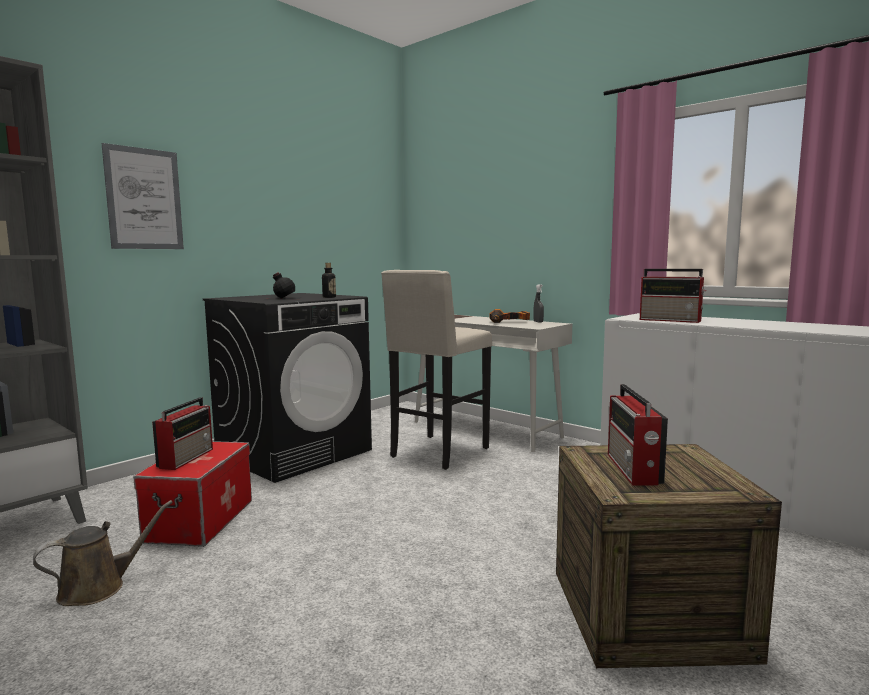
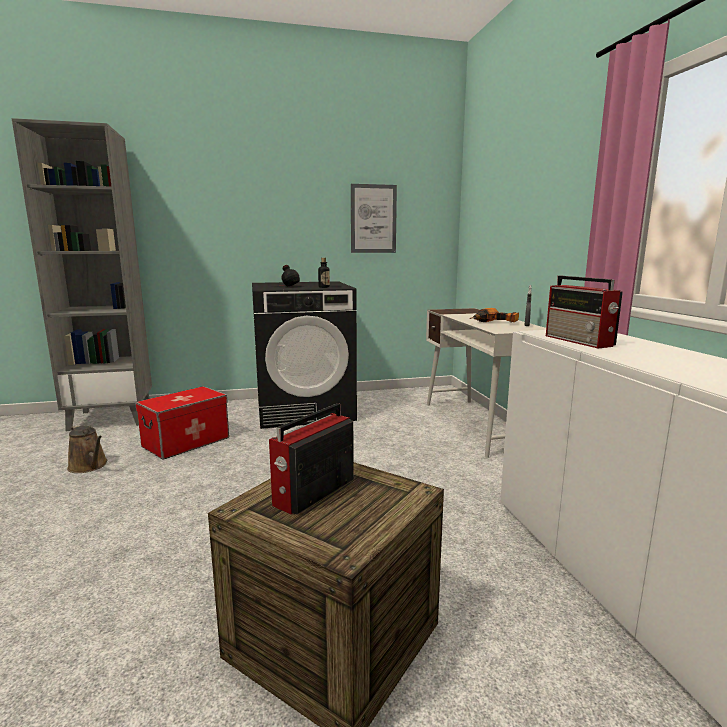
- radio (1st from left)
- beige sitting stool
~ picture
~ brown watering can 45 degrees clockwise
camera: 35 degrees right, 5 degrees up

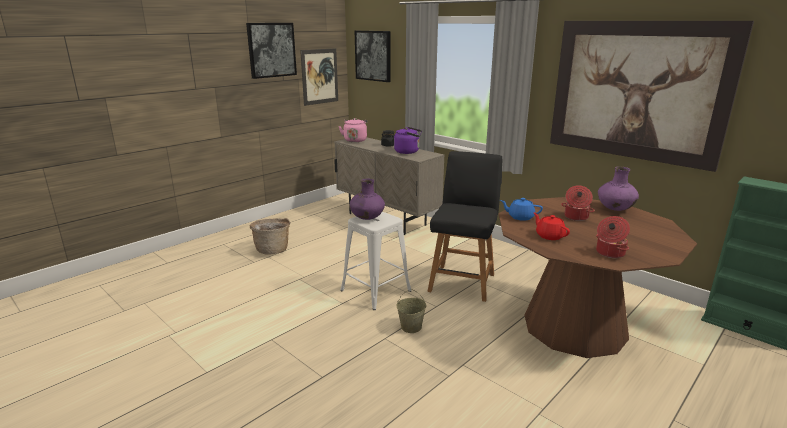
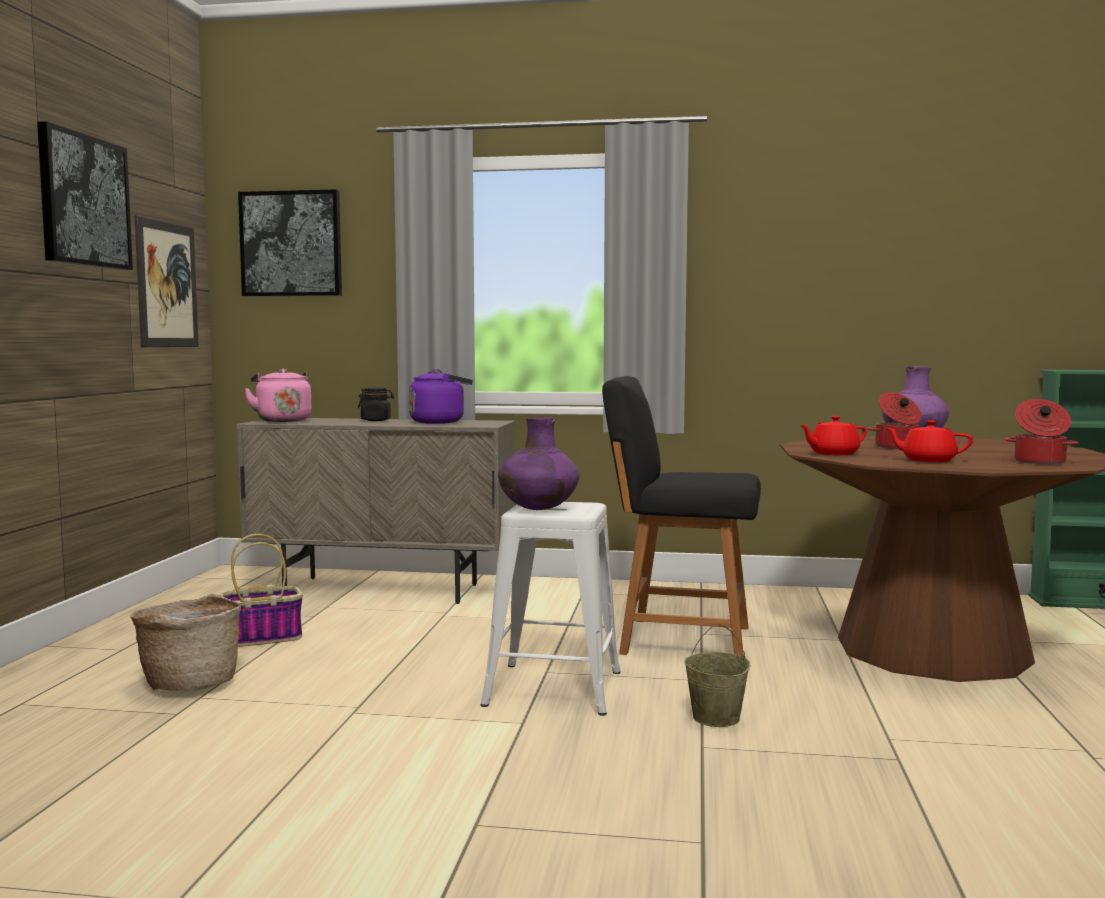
- picture (4th from left)
+ basket (2nd from left)
~ blue teapot to red teapot (1st from left)
~ black chair 60 degrees counterclockwise
camera: 35 degrees left, 15 degrees down

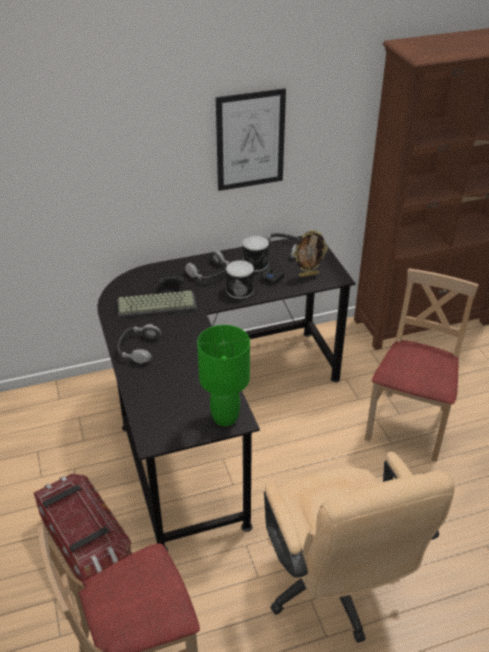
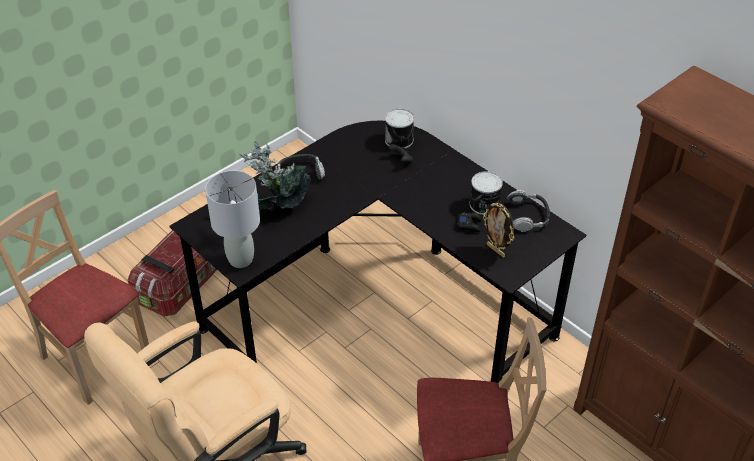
- PC keyboard
- headset (2nd from left)
- picture
+ potted plant
~ metal can (1st from left)
~ green-coloured table lamp to grey table lamp
camera: 65 degrees right, 5 degrees up

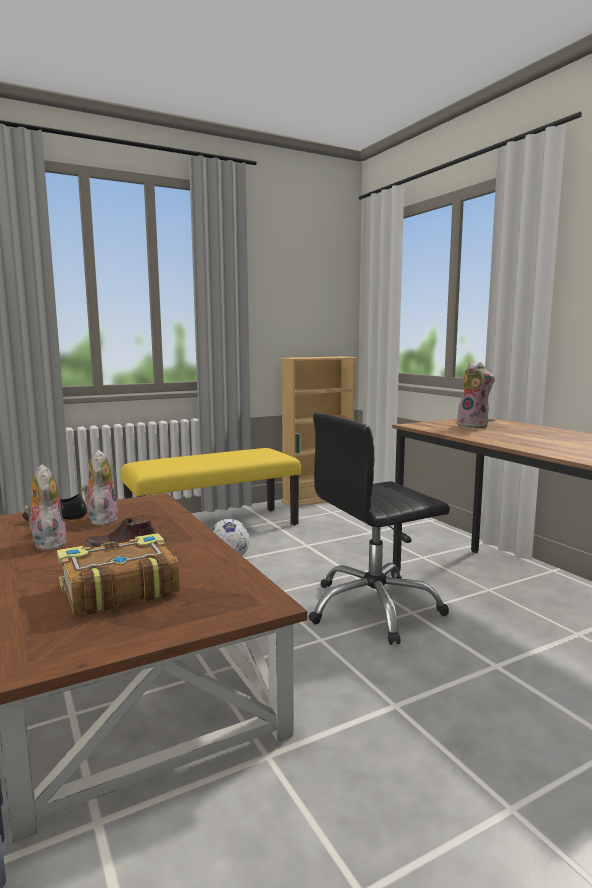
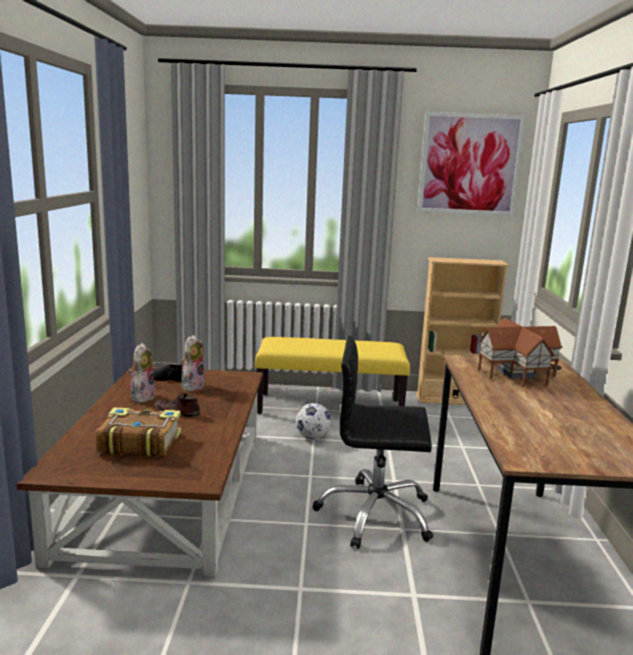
+ picture
~ cuddly toy (3rd from left) to toy house
camera: 30 degrees right, 5 degrees up

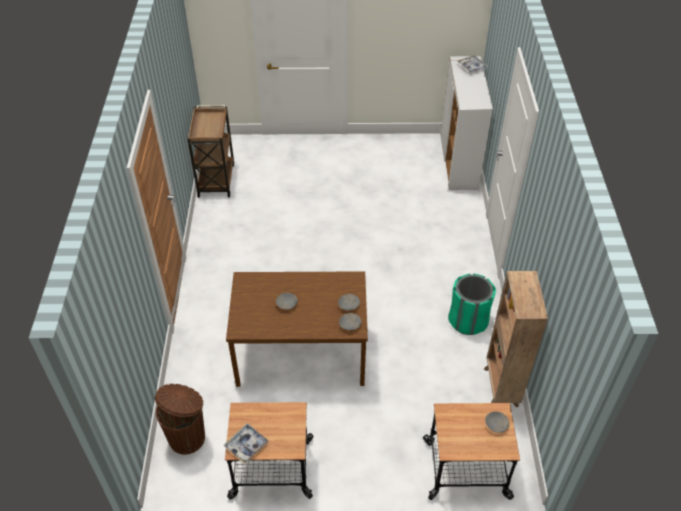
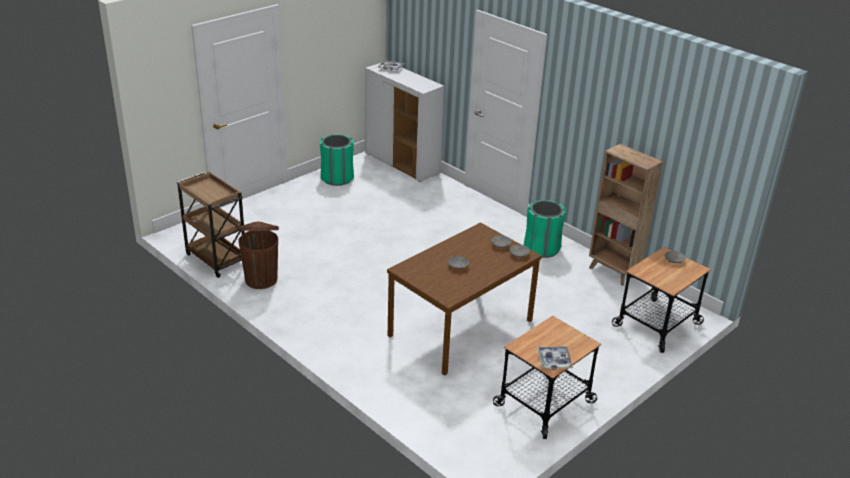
+ green-coloured trash can (1st from left)
~ brown trash can
camera: 45 degrees left, 15 degrees down

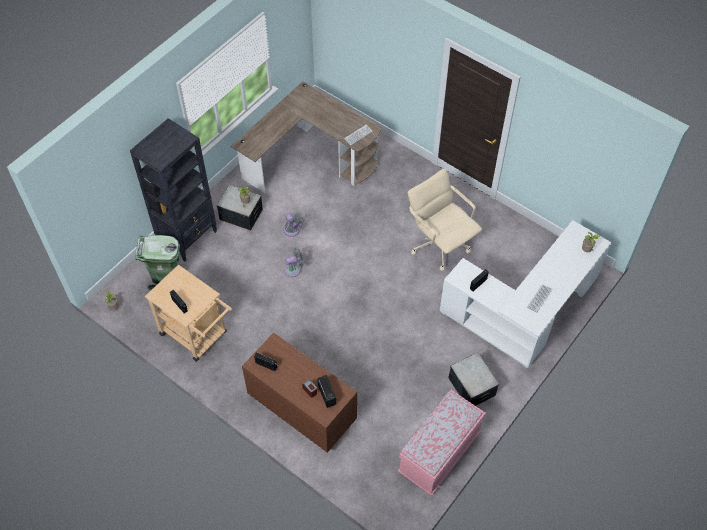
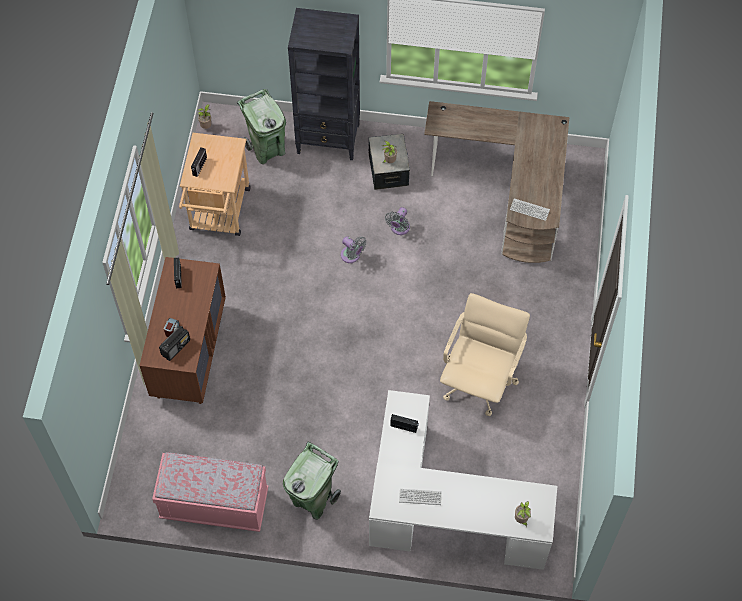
~ storage box (2nd from left) to green-coloured trash can (2nd from left)
camera: 60 degrees right, 5 degrees up

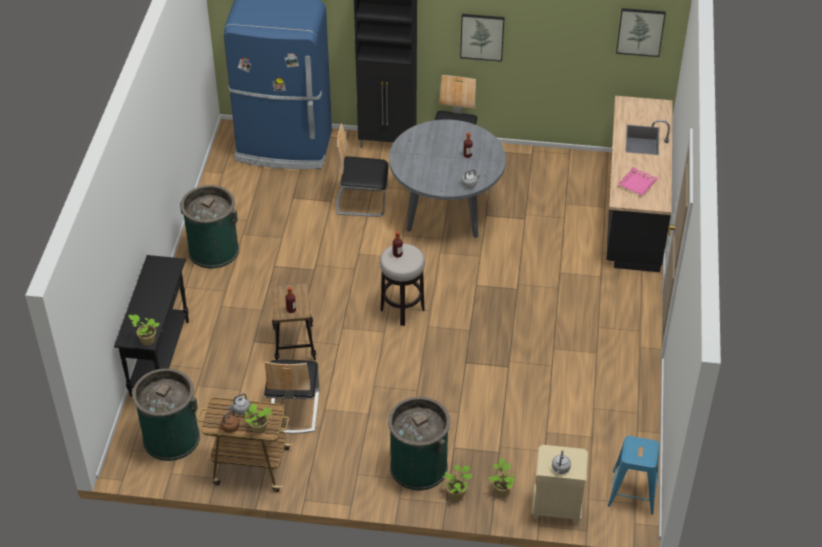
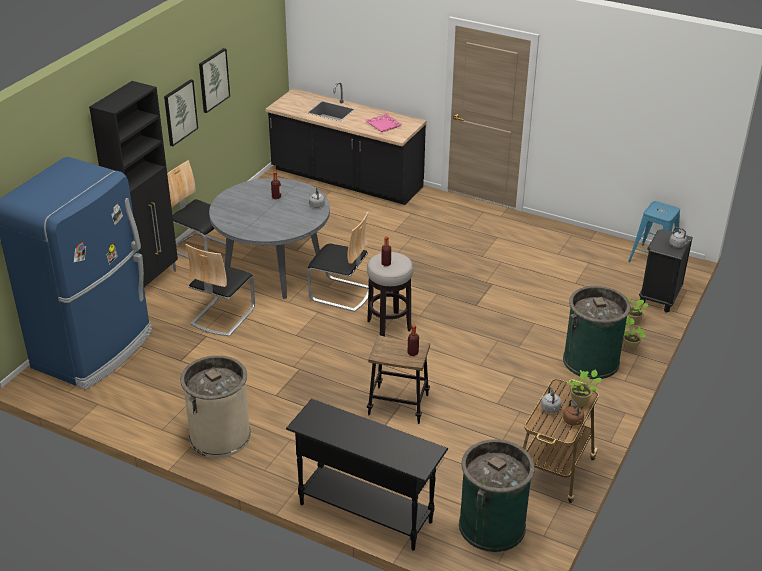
- potted plant (1st from left)
~ chair (1st from left in the first image) to chair (3rd from left)
~ picture (2nd from left)
~ green-coloured trash can (2nd from left) to beige trash can
~ beige nightstand to black nightstand
camera: 70 degrees left, 10 degrees down

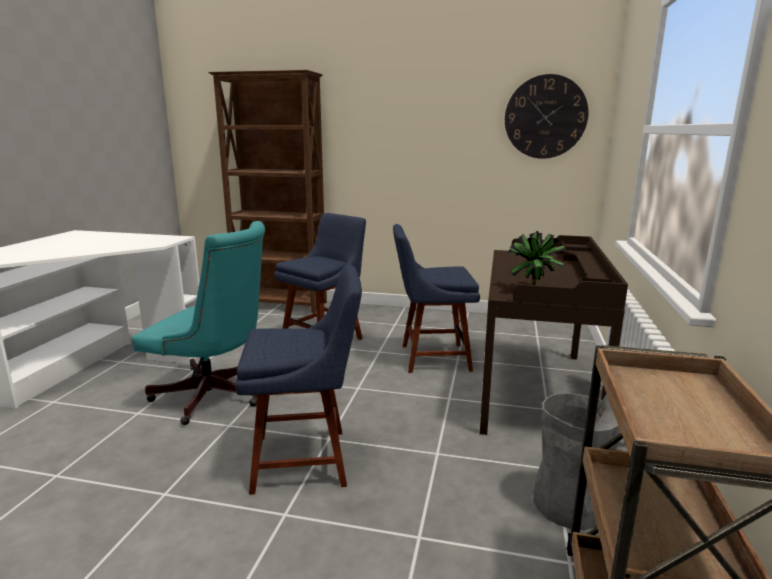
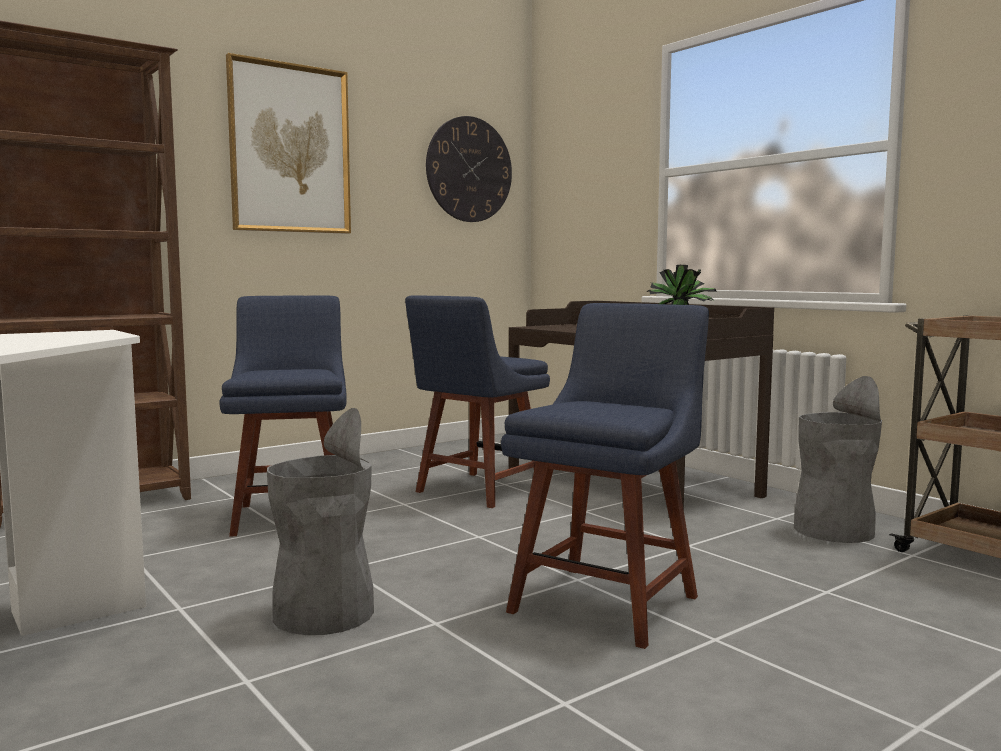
+ picture
~ turquoise-coloured office chair to grey trash can (1st from left)
camera: 50 degrees left, 10 degrees down

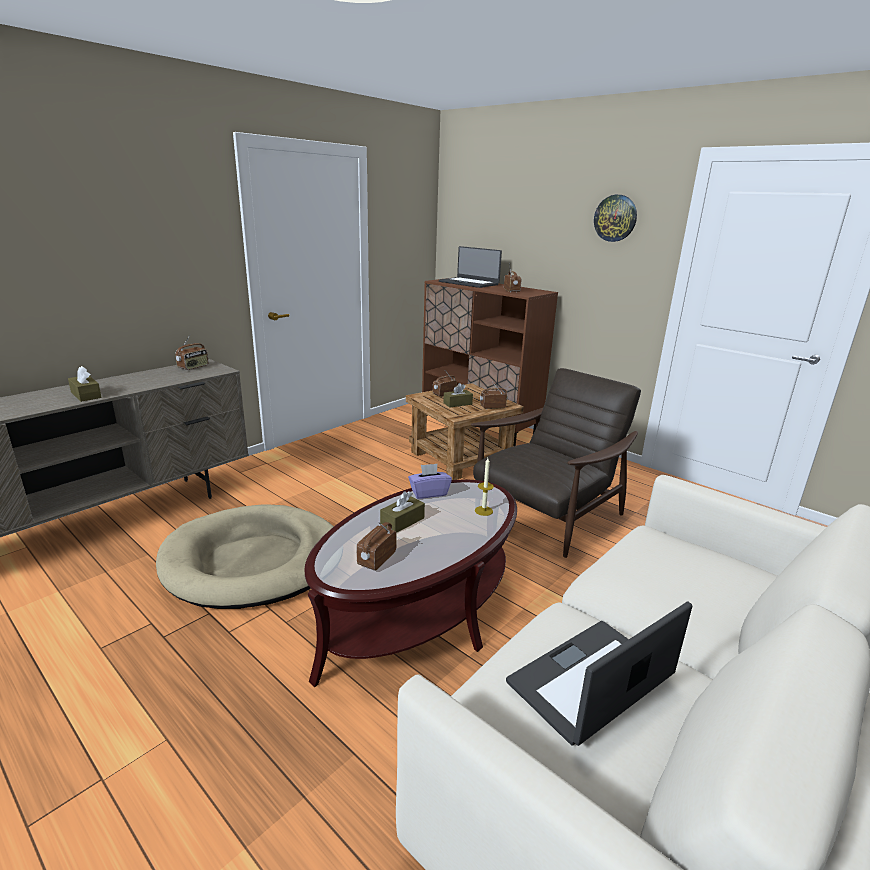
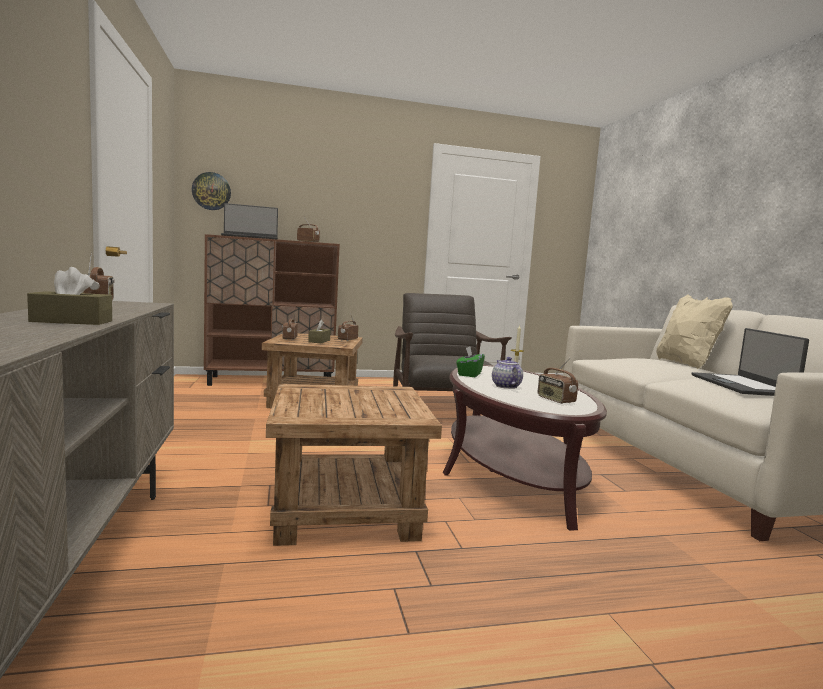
+ beige throw pillow
~ hanging clock
~ beige dog bed to brown side table (2nd from left)
~ brown tissue box (2nd from left) to teapot
~ purple tissue box to green-coloured tissue box
camera: 55 degrees left, 15 degrees down

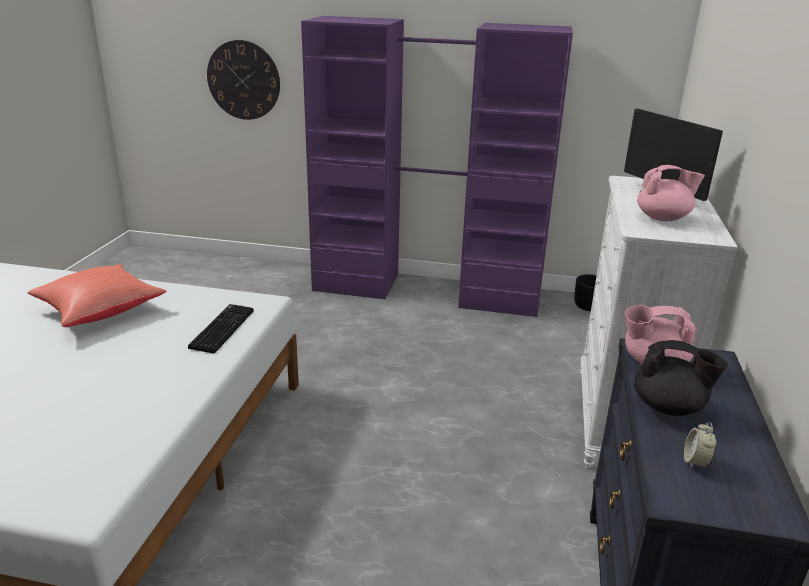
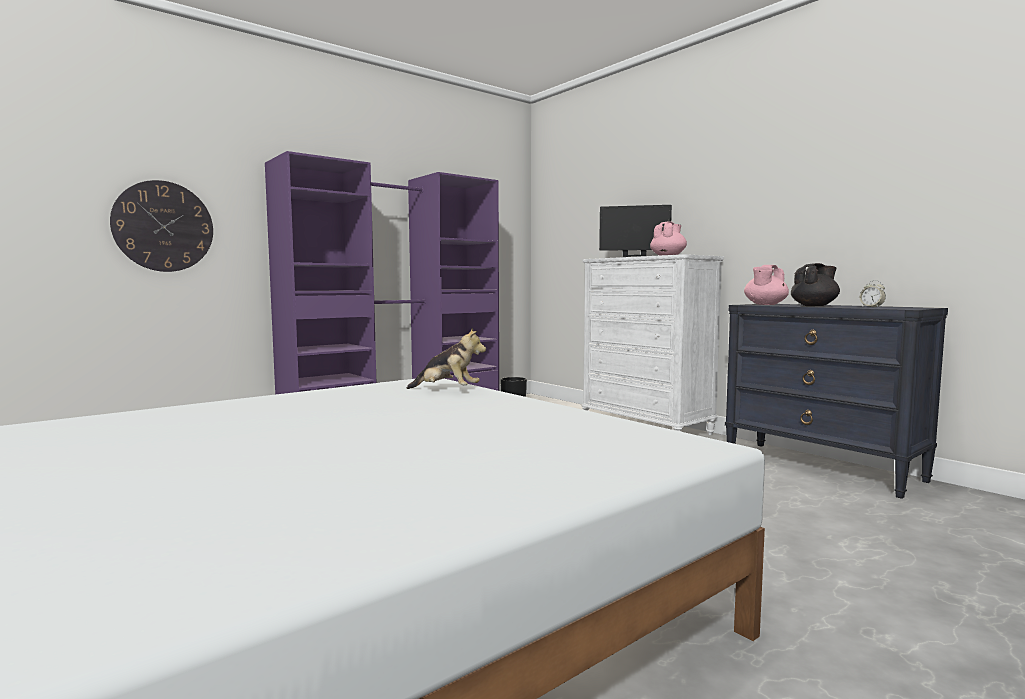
- red throw pillow
~ PC keyboard to cuddly toy
camera: 50 degrees left, 20 degrees down

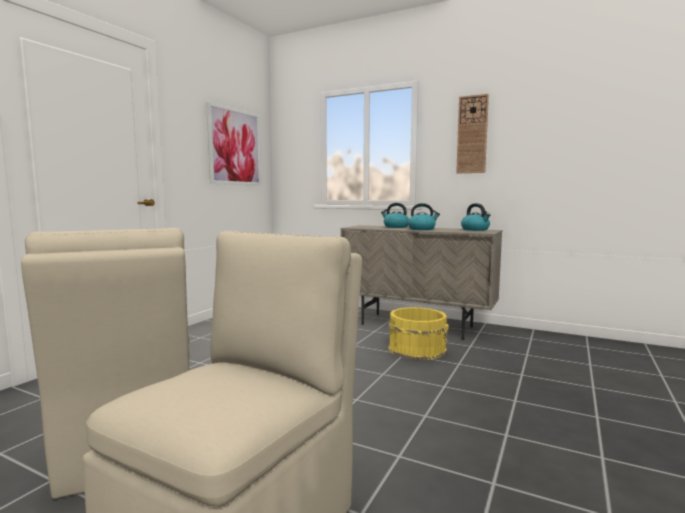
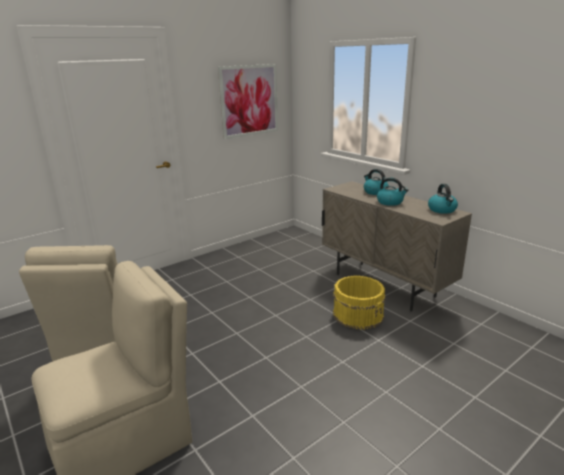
- hanging clock
camera: 25 degrees right, 15 degrees up

